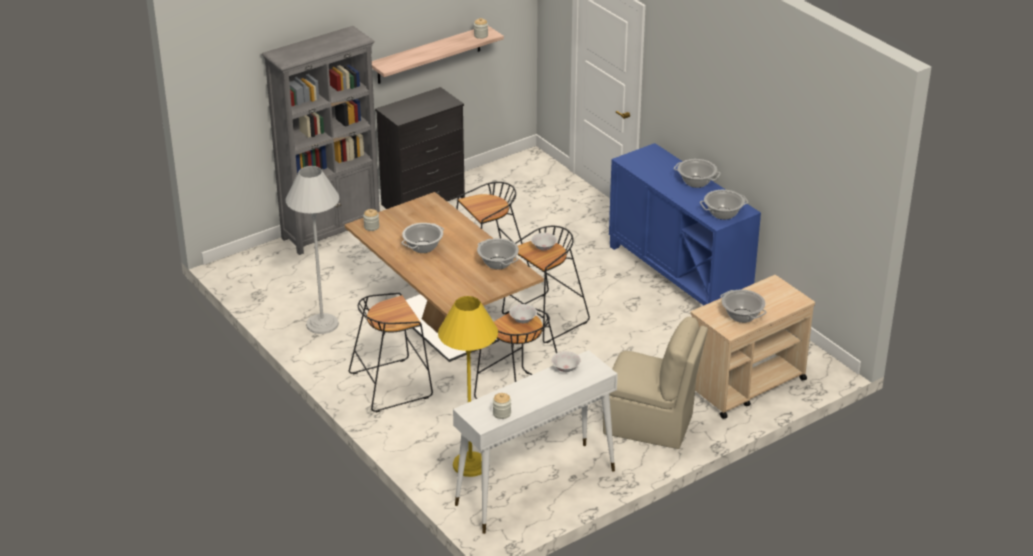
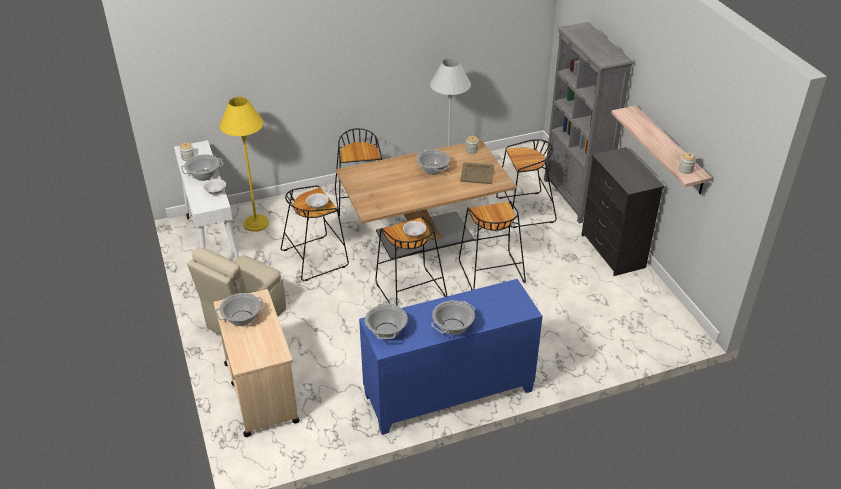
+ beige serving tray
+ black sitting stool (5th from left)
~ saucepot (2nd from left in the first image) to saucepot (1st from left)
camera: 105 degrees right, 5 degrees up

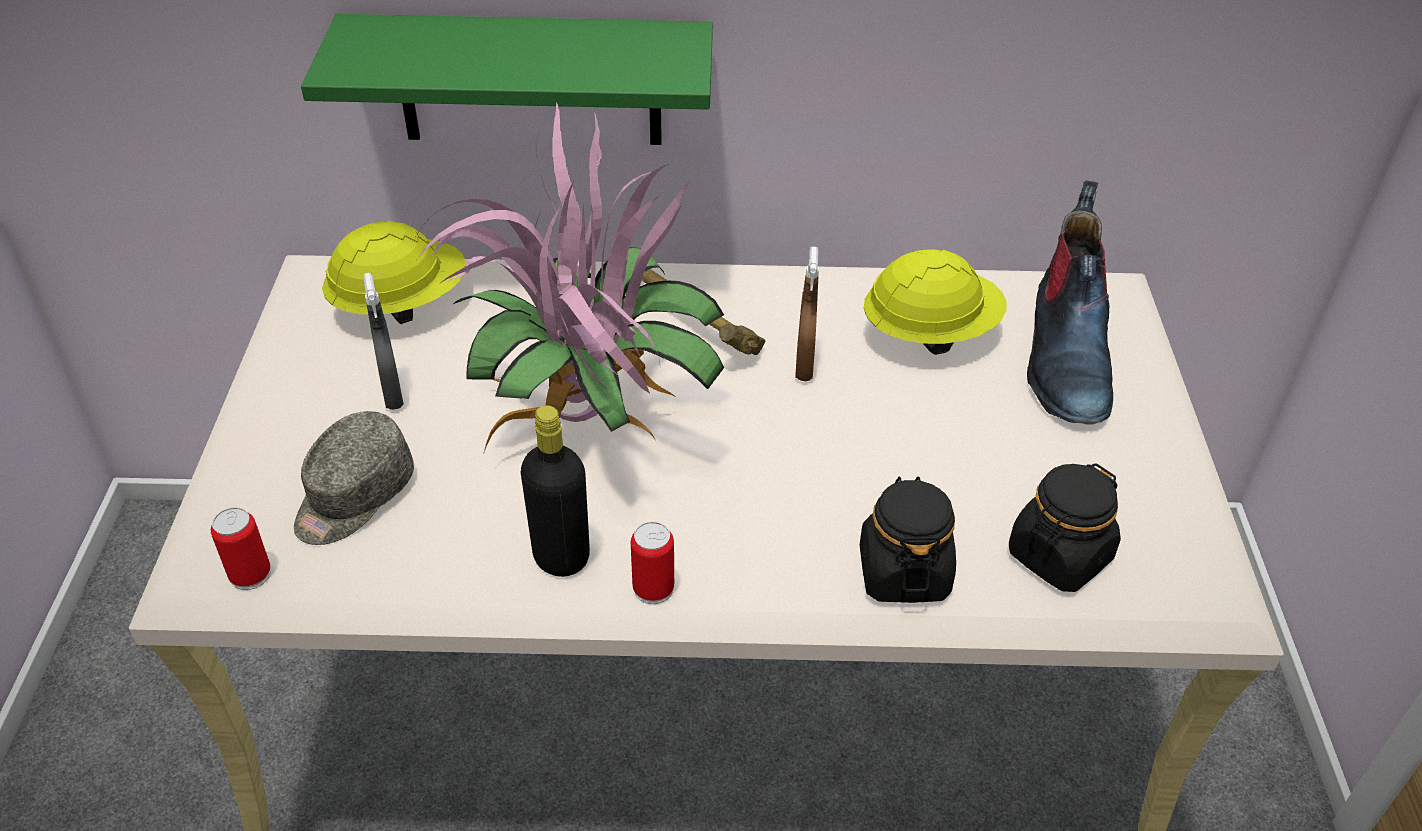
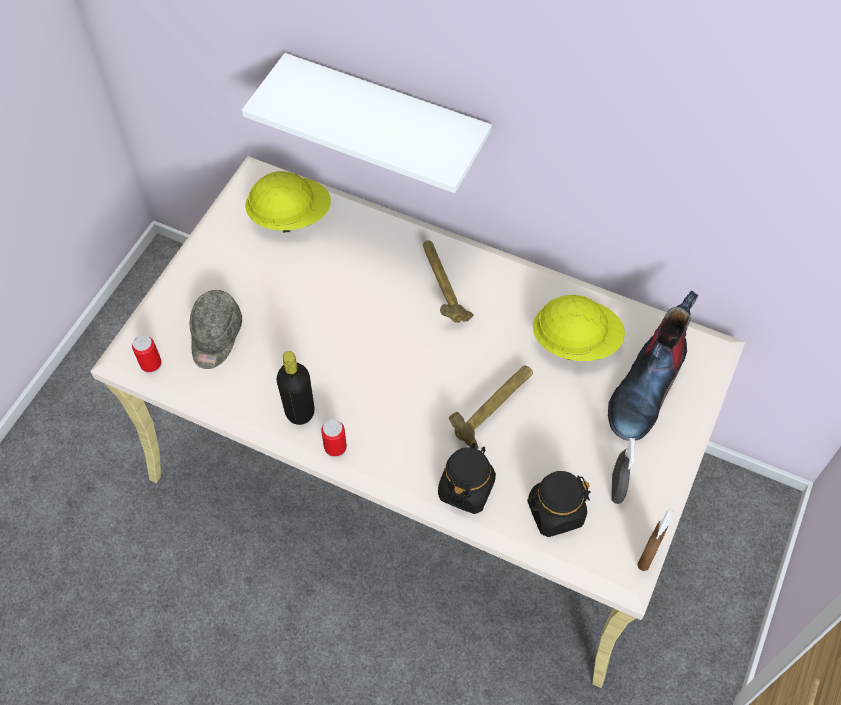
- potted plant
+ hammer (2nd from left)
~ grey spray bottle
~ brown spray bottle
~ green-coloured wall shelf to white wall shelf
~ grey baseball cap 45 degrees counterclockwise
camera: 25 degrees right, 15 degrees up

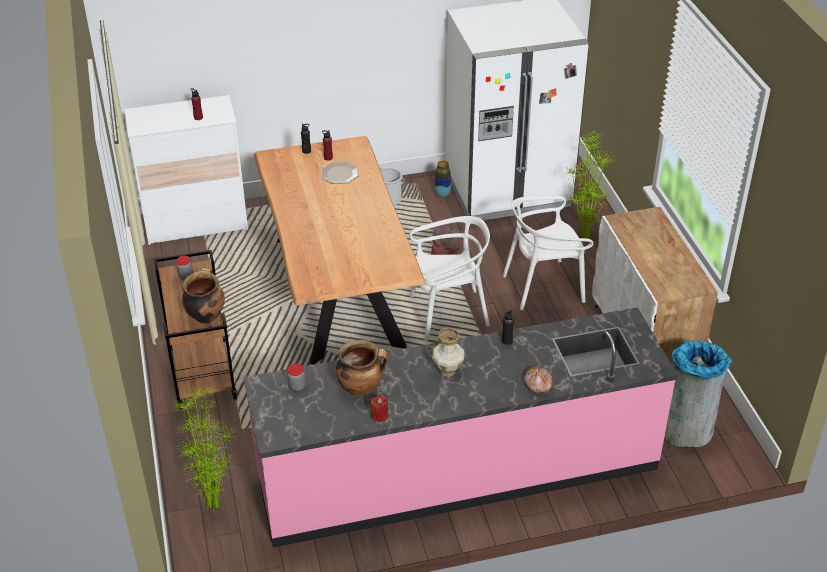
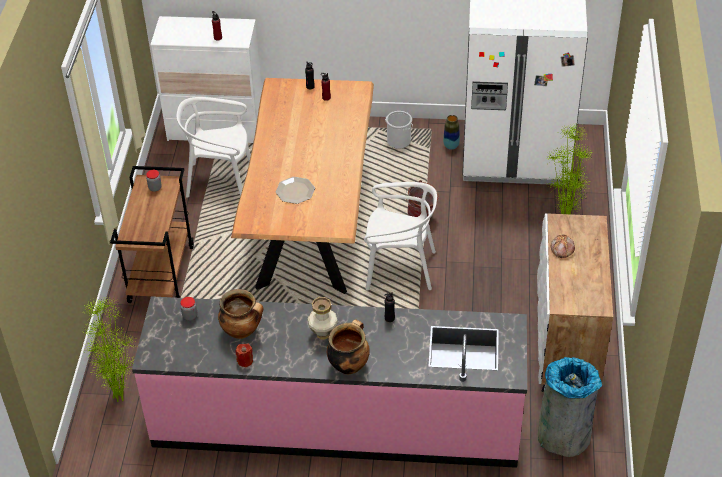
~ saucepot (1st from left in the first image) to saucepot (2nd from left)
~ plate
~ white chair (2nd from left in the first image) to white chair (1st from left)
~ bakery bread
camera: 20 degrees right, 5 degrees up

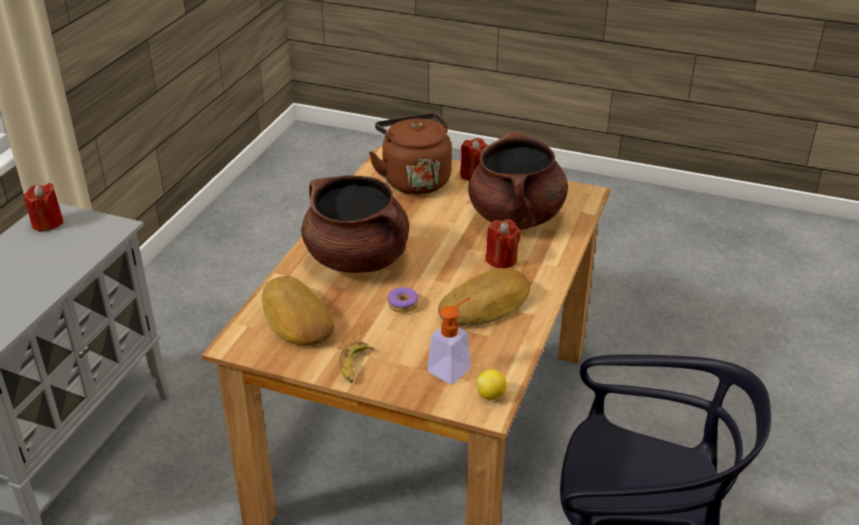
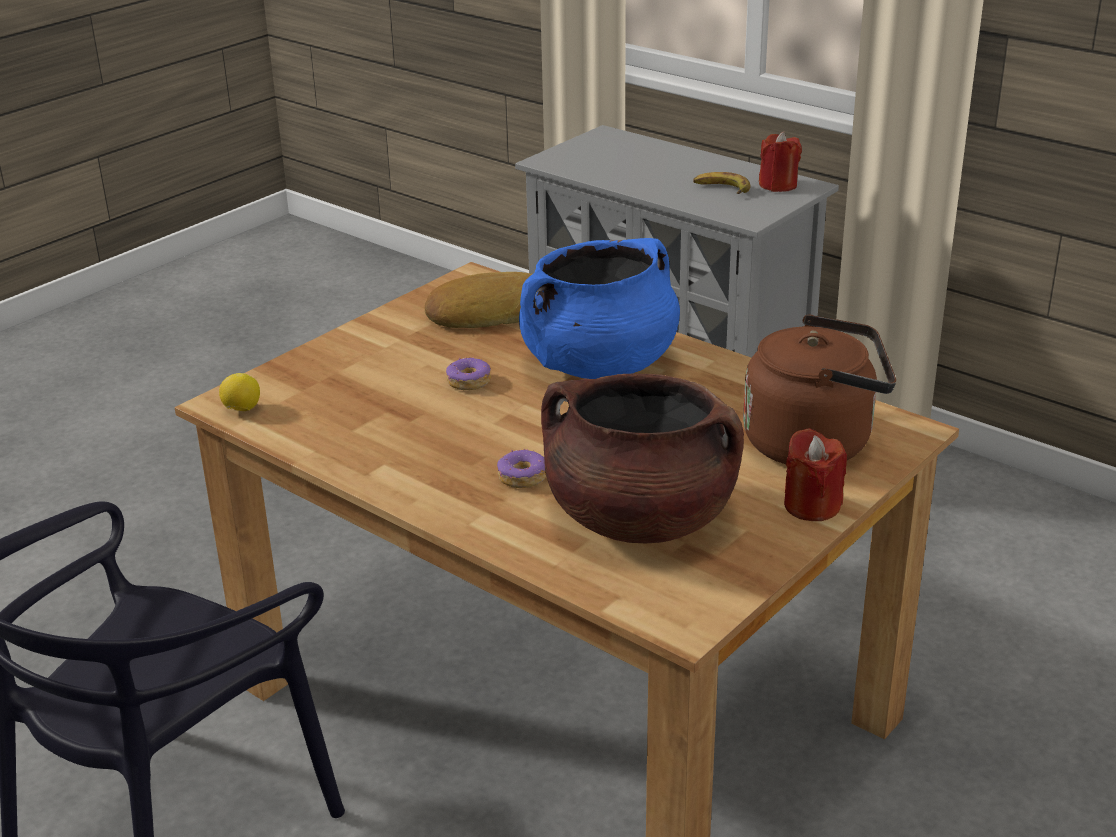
- soap bottle
- bakery bread (2nd from left)
~ banana
~ red wax candle (3rd from left) to ring doughnut (2nd from left)
~ brown saucepot (1st from left) to blue saucepot
camera: 110 degrees right, 5 degrees down

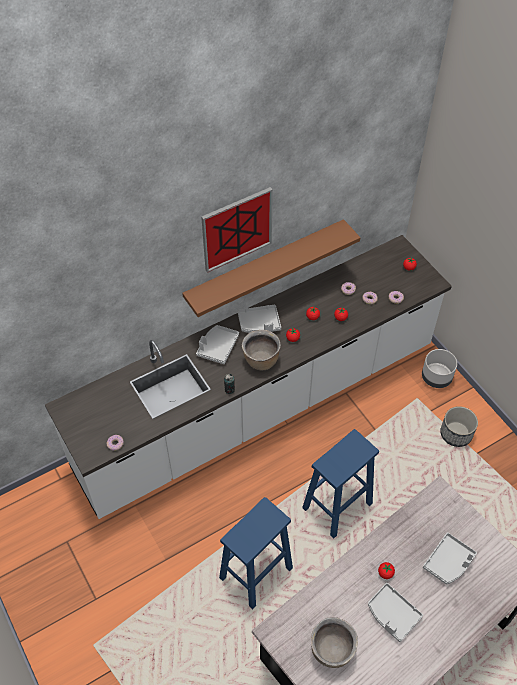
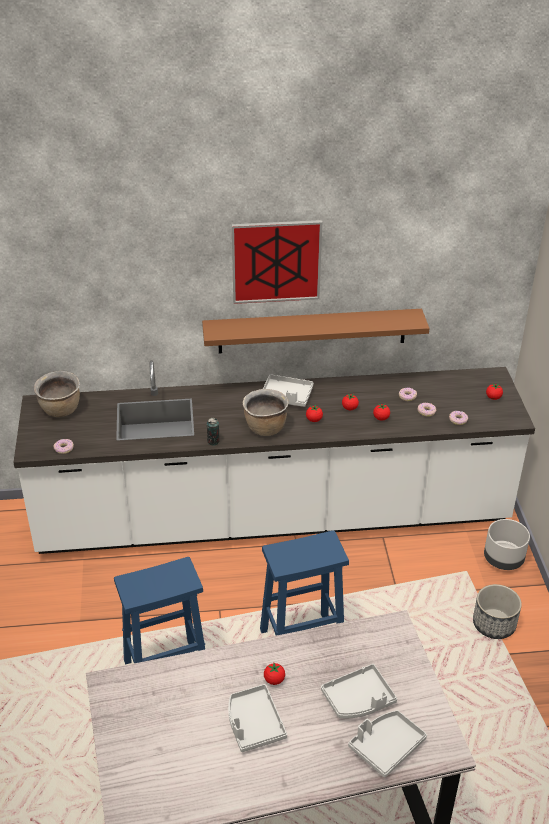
~ grey serving tray (1st from left in the first image) to grey serving tray (4th from left)
~ brown saucepot (2nd from left in the first image) to brown saucepot (1st from left)
camera: 25 degrees right, 15 degrees down

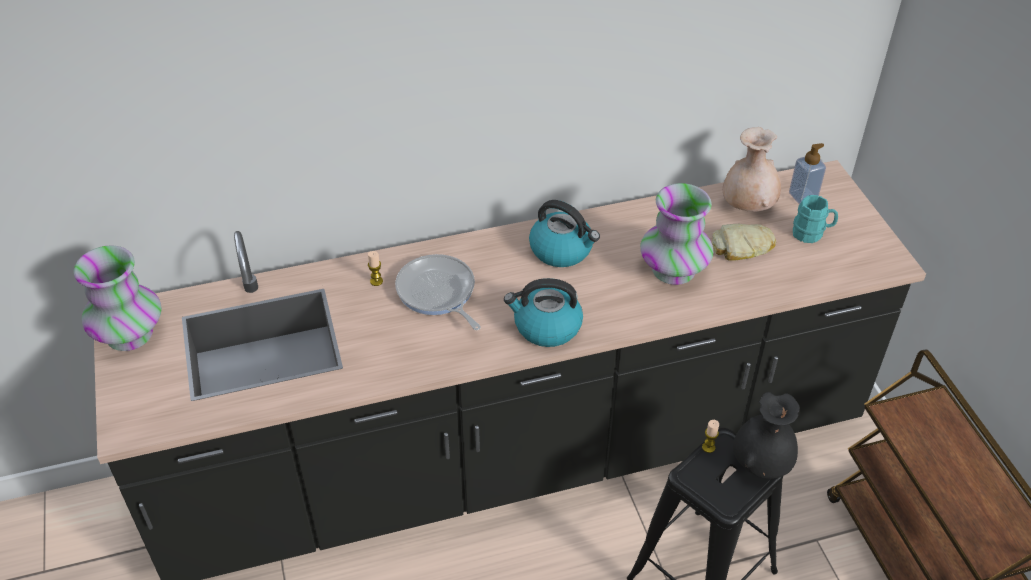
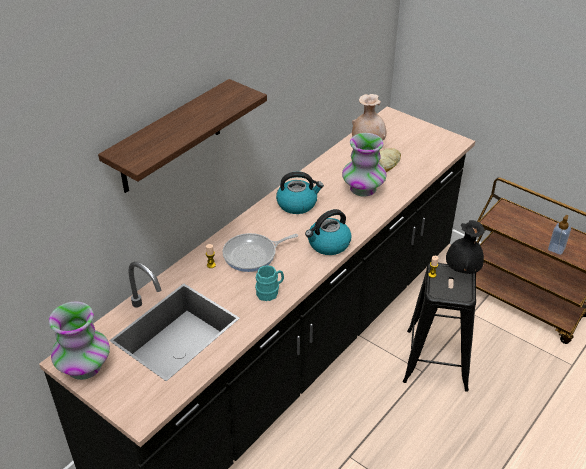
+ wall shelf
~ soap bottle
~ turquoise-coloured coffee mug
~ pan 45 degrees counterclockwise
camera: 35 degrees left, 5 degrees down

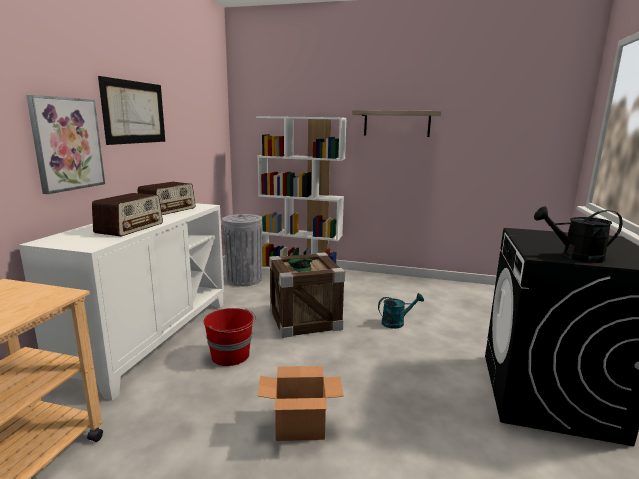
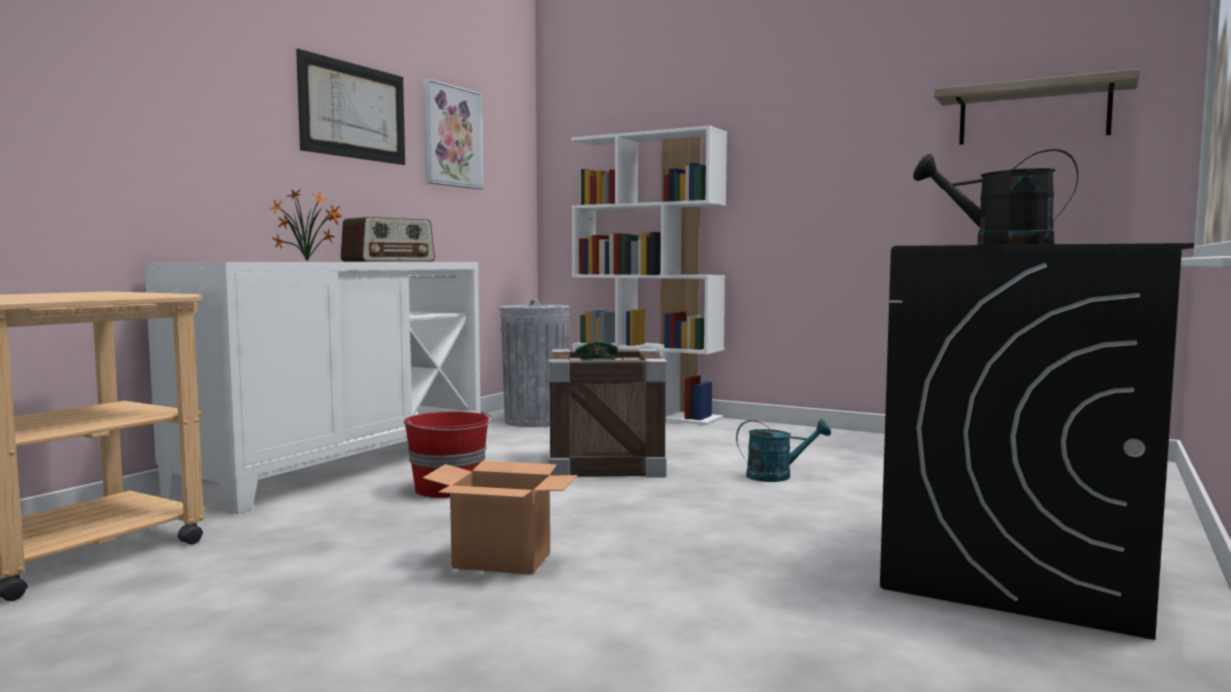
~ picture (1st from left in the first image) to picture (2nd from left)
~ wall shelf
~ radio (1st from left) to potted plant
camera: 15 degrees right, 10 degrees down

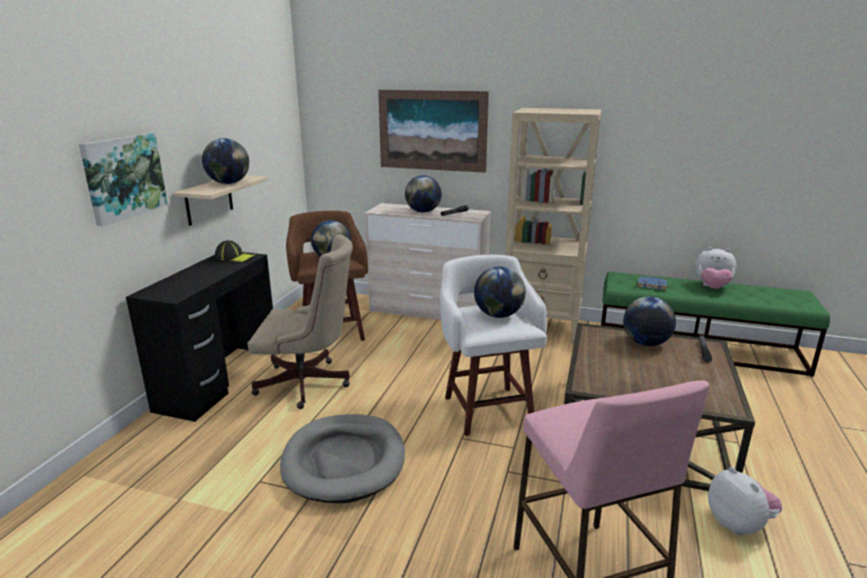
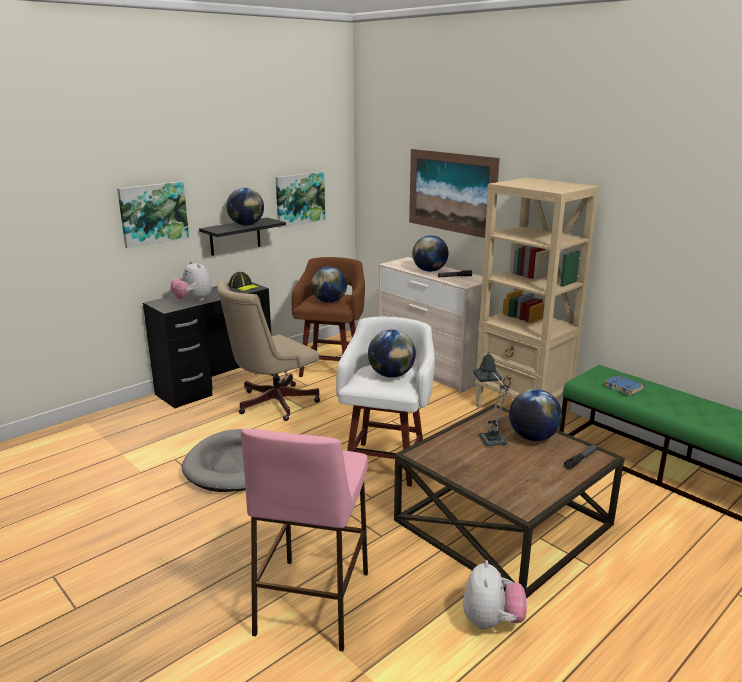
+ picture (2nd from left)
+ table lamp
~ cuddly toy (1st from left)
~ beige wall shelf to black wall shelf
~ beige office chair 105 degrees clockwise
camera: 30 degrees right, 0 degrees up

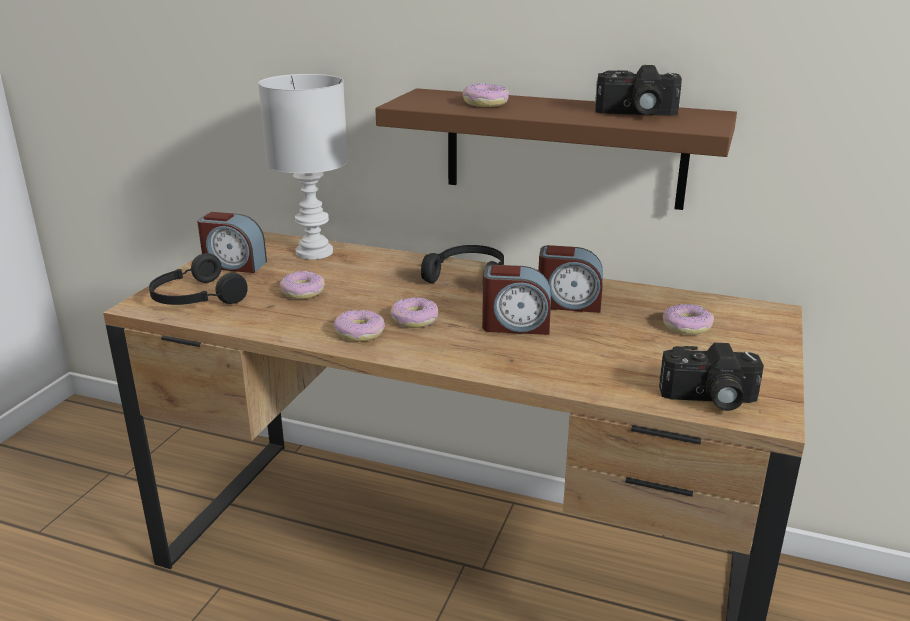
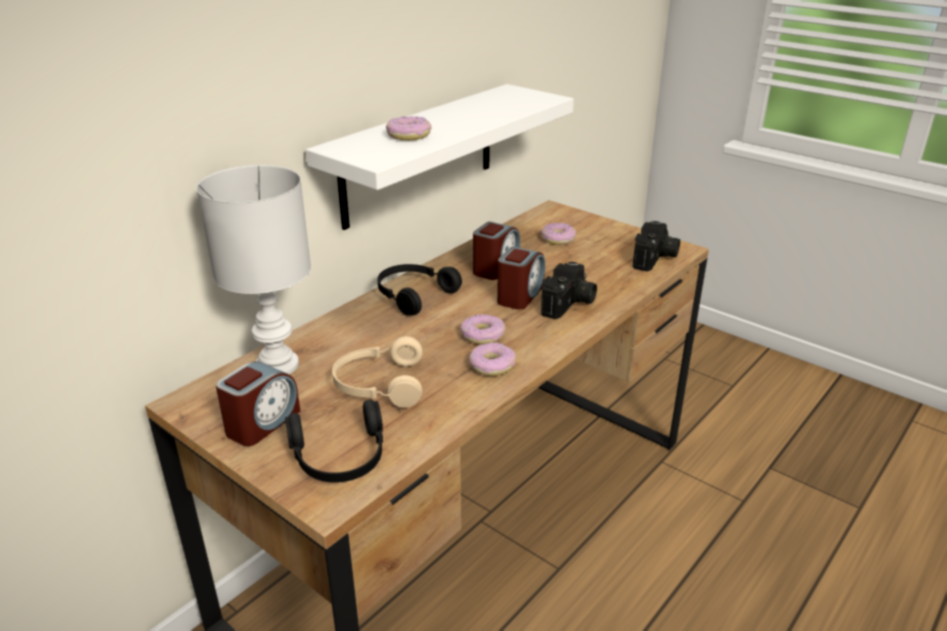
~ photo camera (1st from left)
~ ring doughnut (1st from left) to beige headset
~ brown wall shelf to white wall shelf
camera: 70 degrees left, 5 degrees up

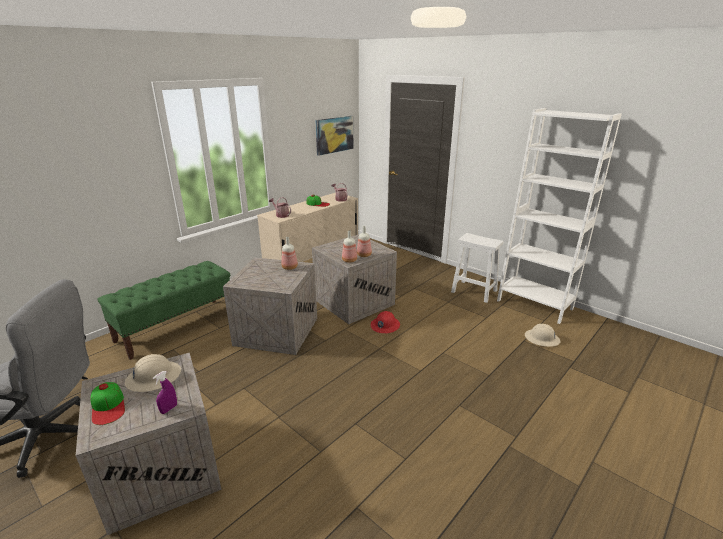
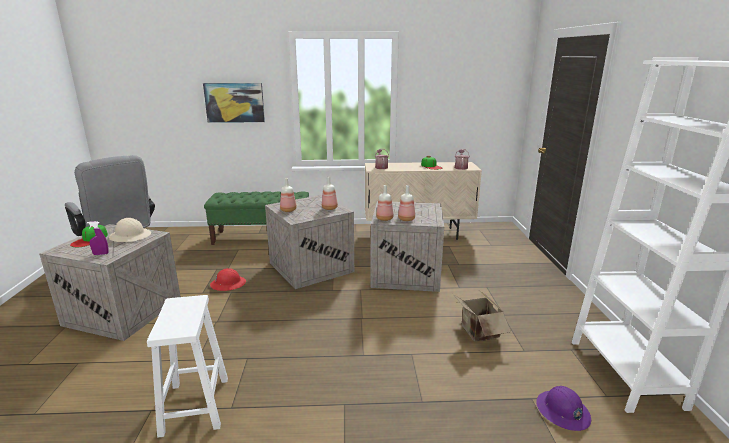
+ bottle (1st from left)
+ cardboard box
~ picture
~ red hard hat
~ white sitting stool
~ beige hard hat (2nd from left) to purple hard hat
camera: 45 degrees right, 5 degrees down

